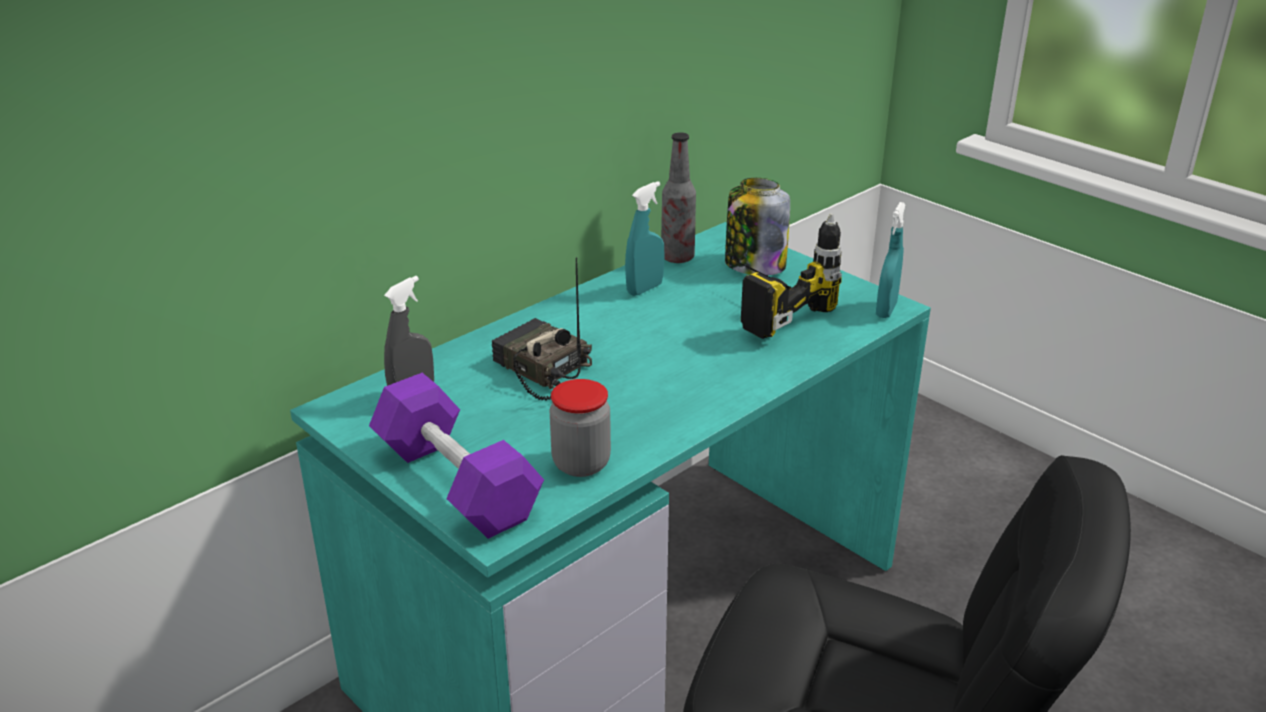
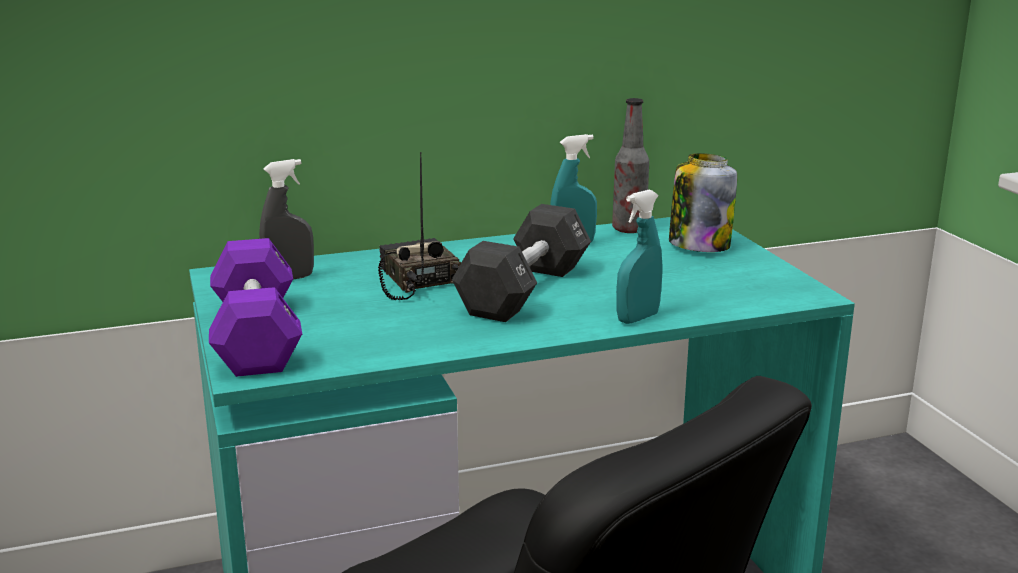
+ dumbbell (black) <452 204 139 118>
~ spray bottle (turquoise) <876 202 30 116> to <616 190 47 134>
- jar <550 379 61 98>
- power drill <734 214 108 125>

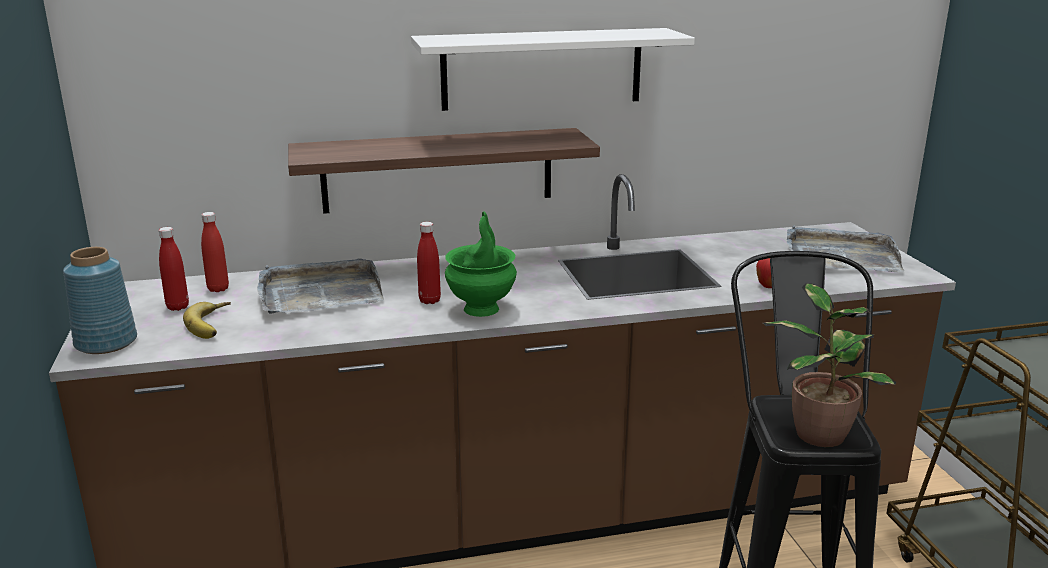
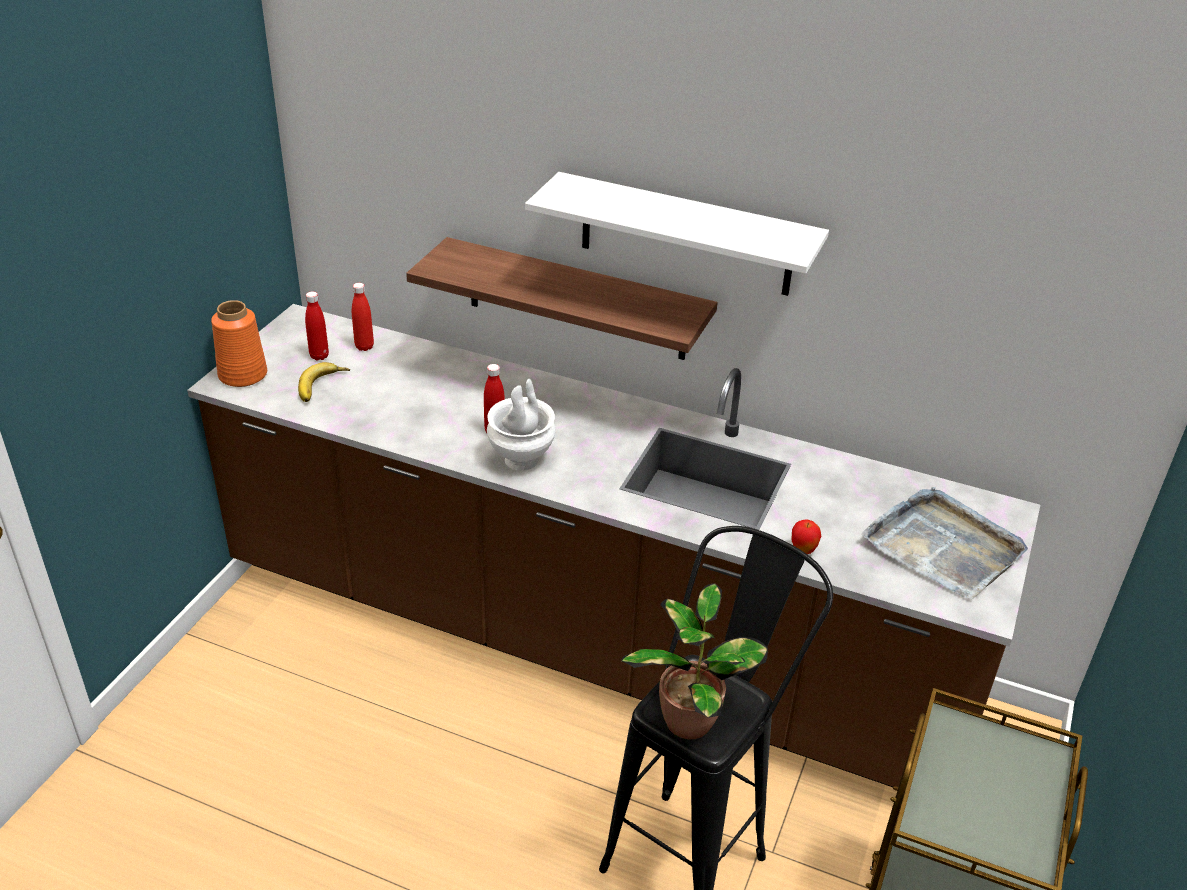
~ vase (blue) <63 247 74 107> to vase (orange) <211 300 56 87>
~ vase (green) <445 211 72 106> to vase (white) <487 379 69 92>
- tray (grey) <257 258 127 56>

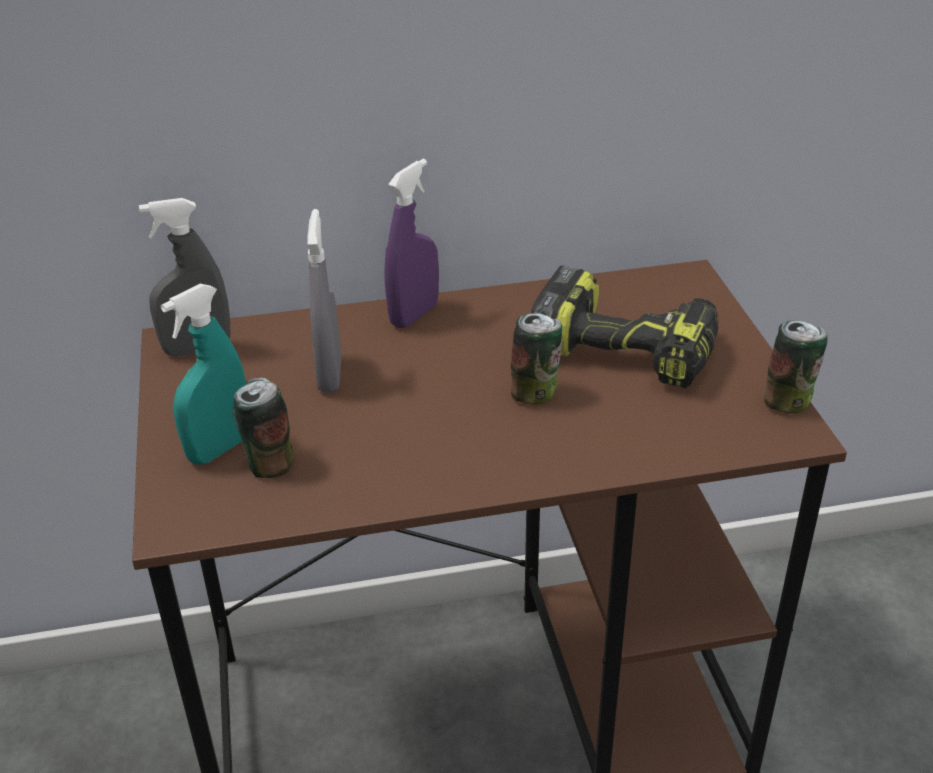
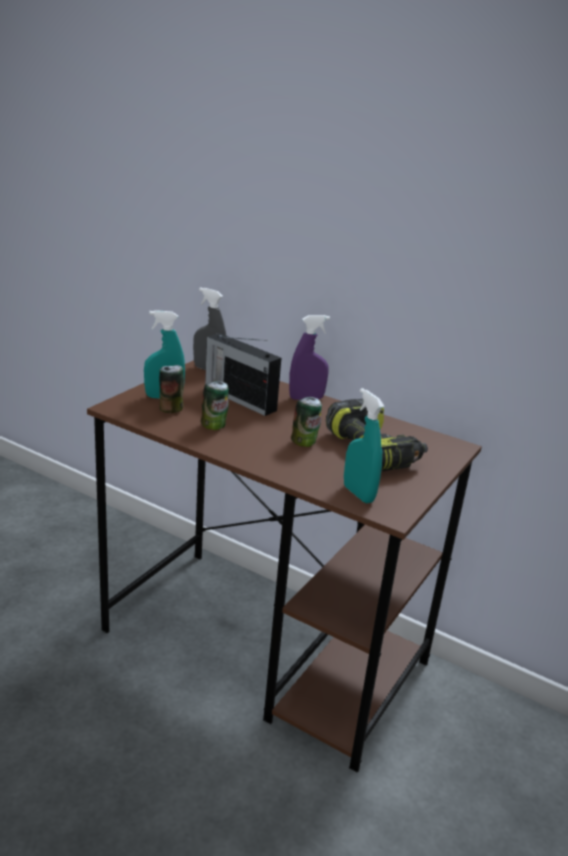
~ can <764 320 64 94> to <201 381 28 49>
~ spray bottle (grey) <307 209 34 184> to radio <205 333 76 83>
+ spray bottle (turquoise) <344 388 40 115>

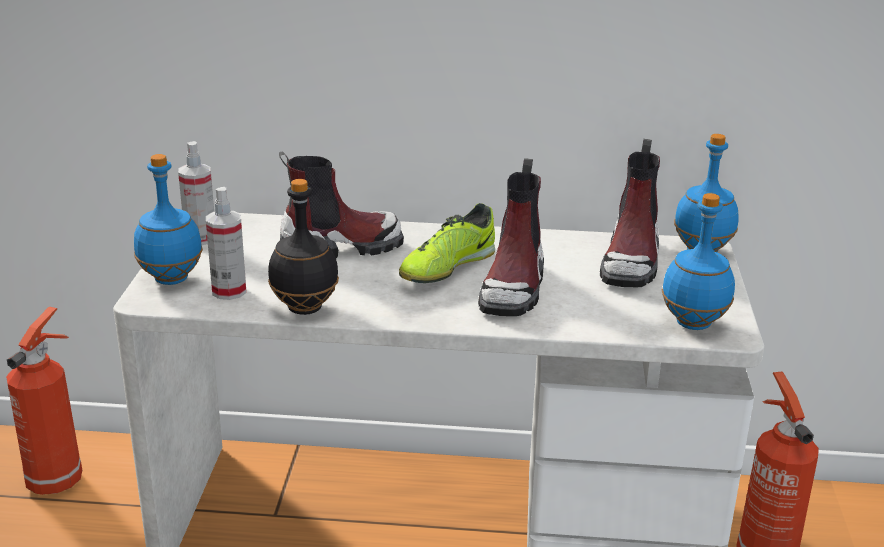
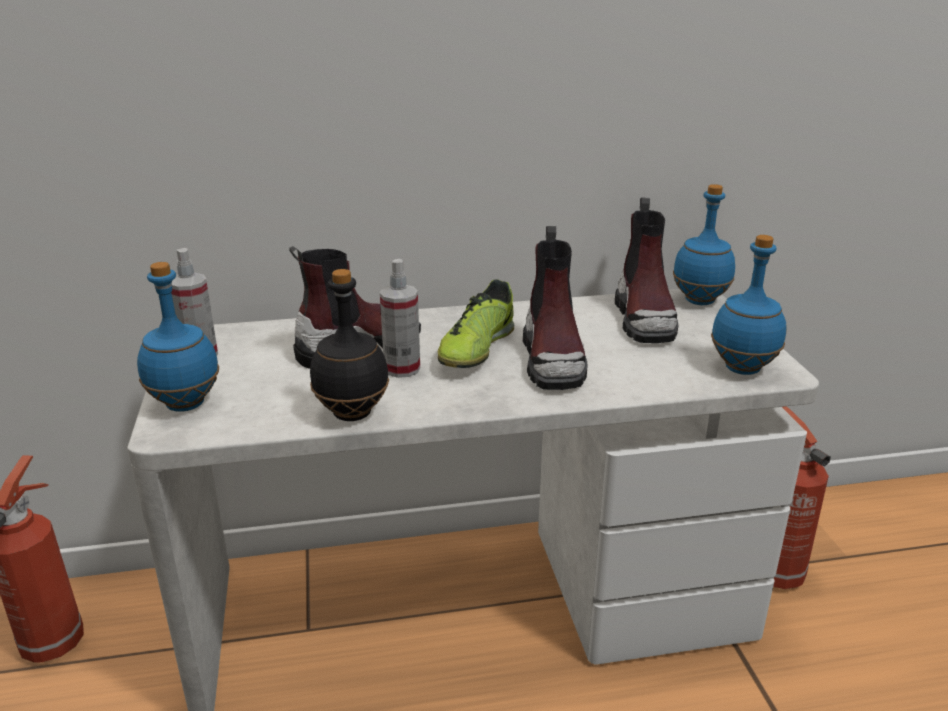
~ spray bottle <206 187 40 113> to <380 259 40 119>

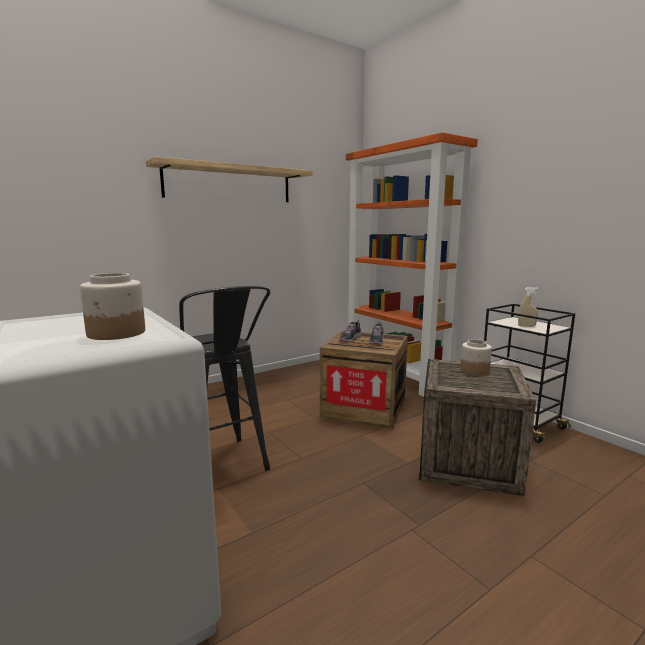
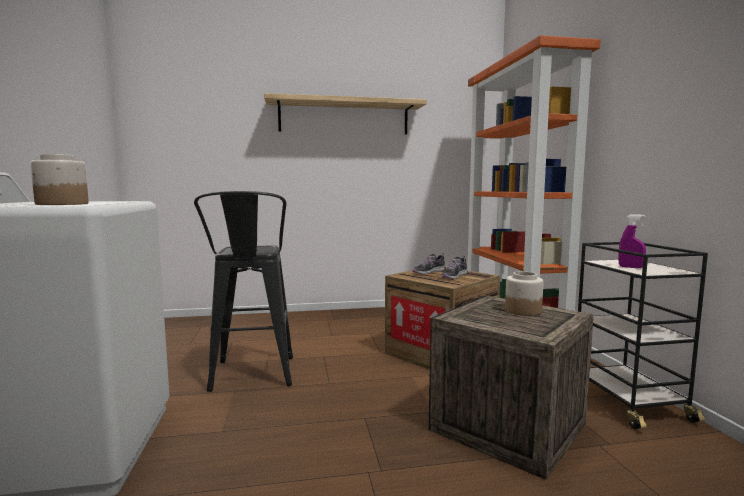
~ spray bottle (beige) <518 287 20 40> to spray bottle (purple) <618 214 28 54>

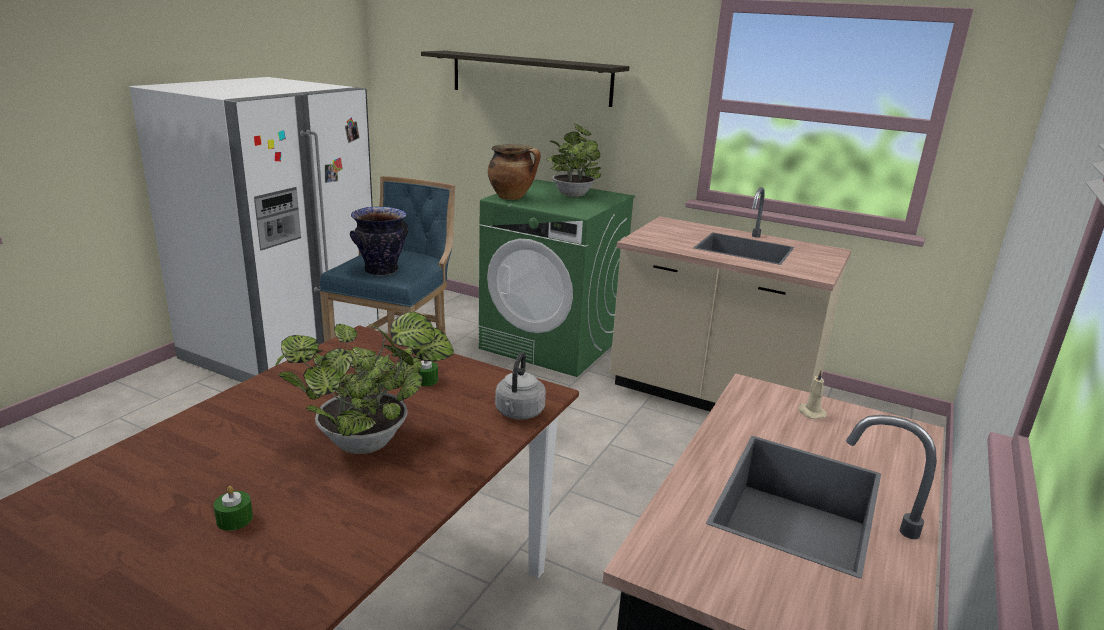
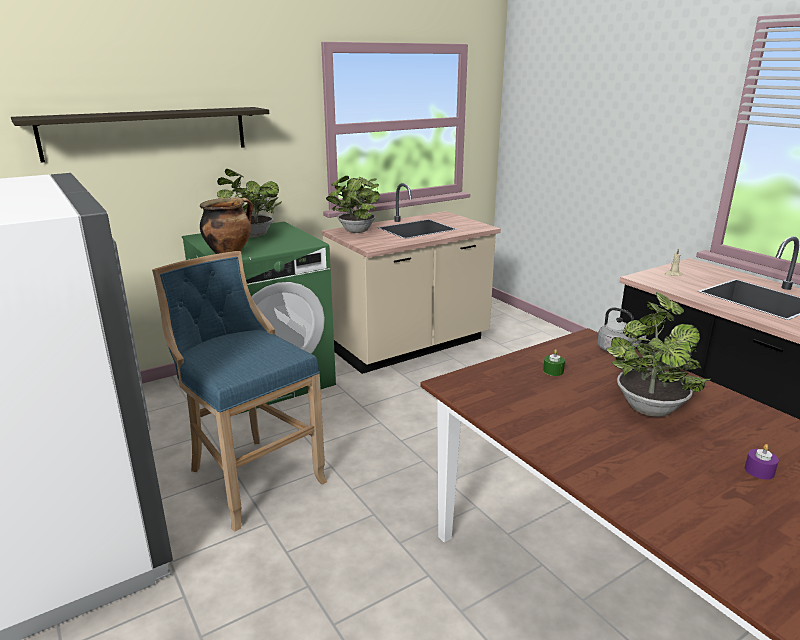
+ potted plant <326 176 54 57>
~ candle (green) <213 486 40 45> to candle (purple) <745 444 34 36>
- vase <350 207 58 69>

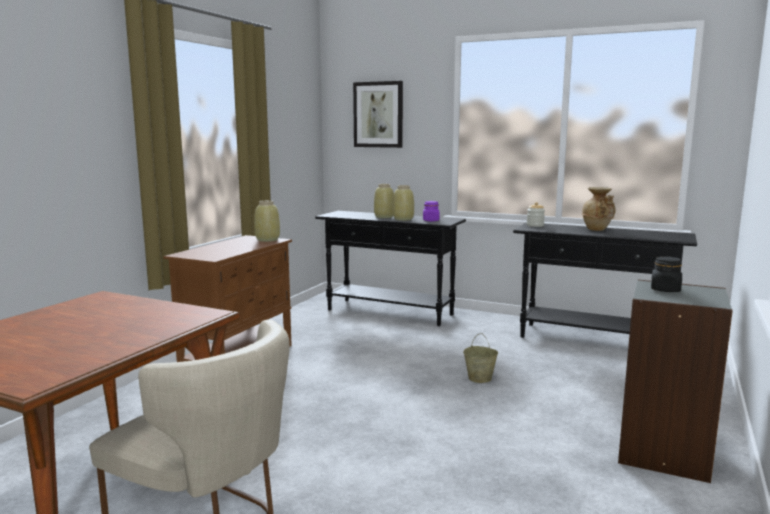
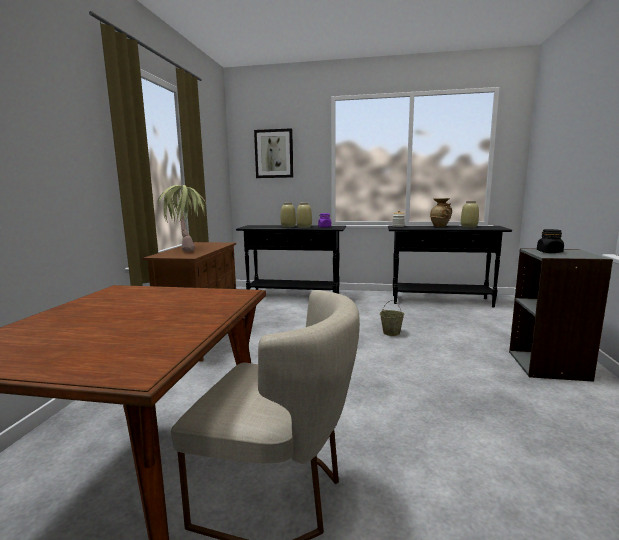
+ potted plant <157 185 49 66>
~ vase (beige) <254 200 26 42> to <461 201 18 27>

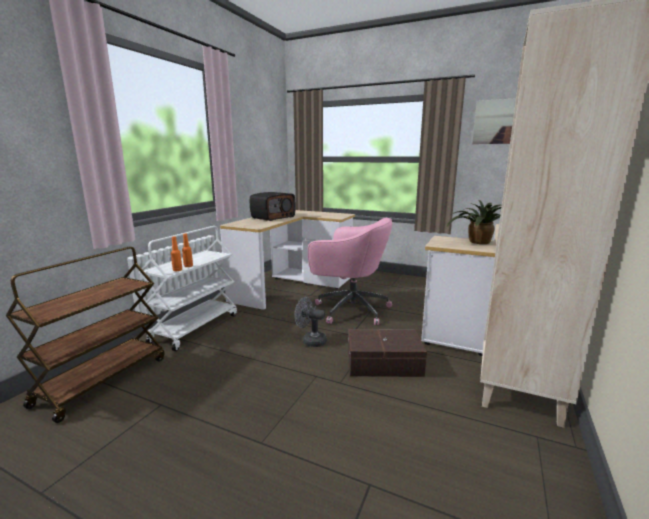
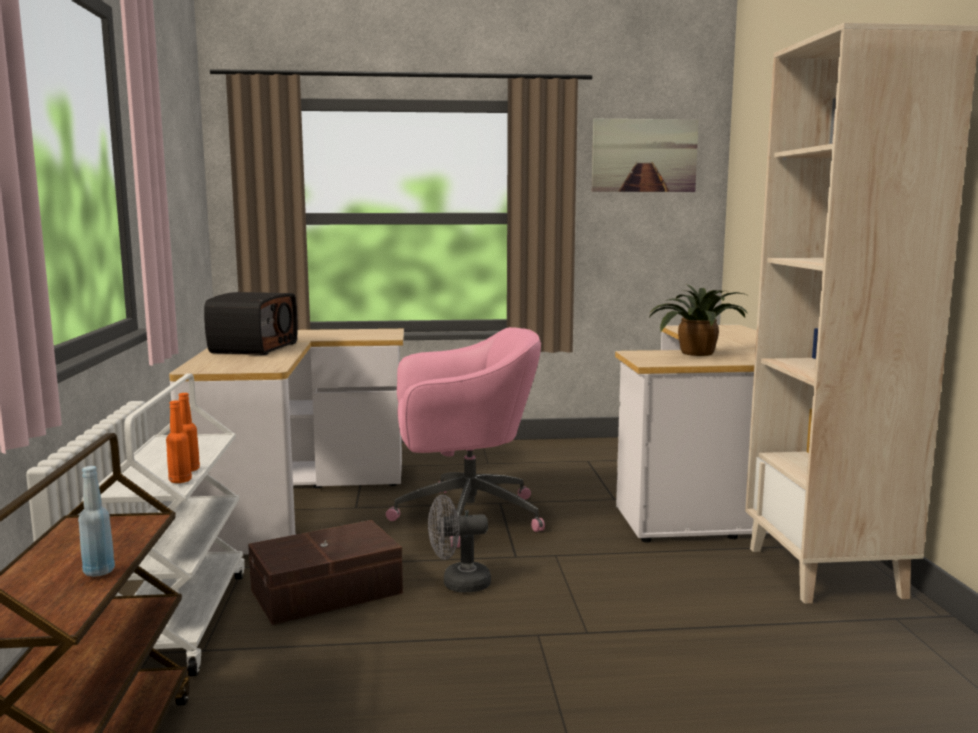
+ bottle (blue) <78 466 37 111>
~ storage box (brown) <348 329 79 48> to <248 520 155 105>

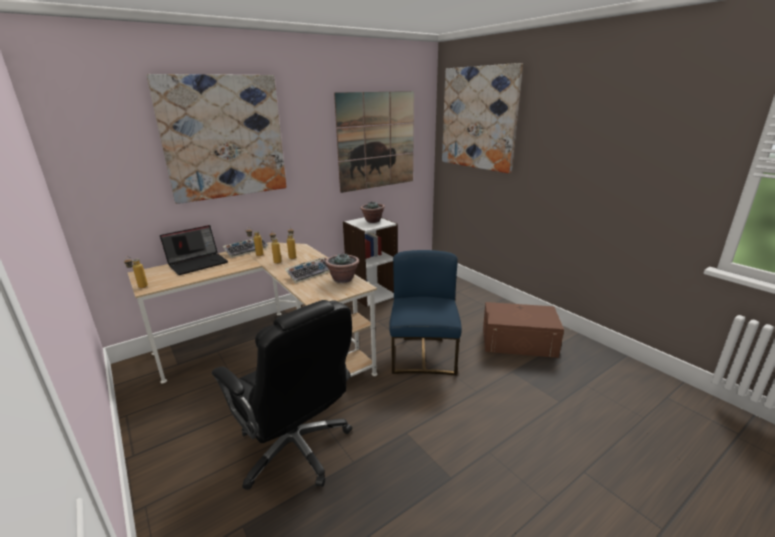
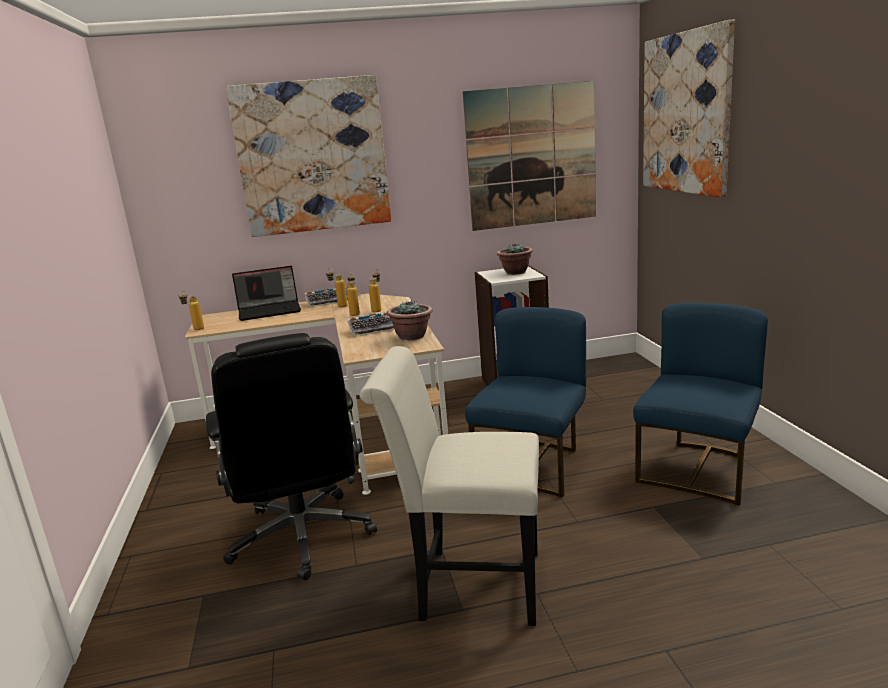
+ chair (white) <359 346 180 280>
~ storage box (brown) <483 302 81 56> to chair (blue) <633 303 135 202>

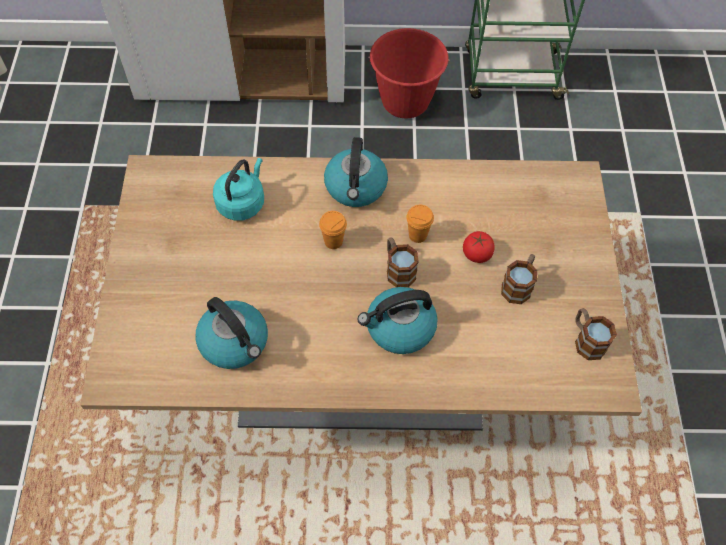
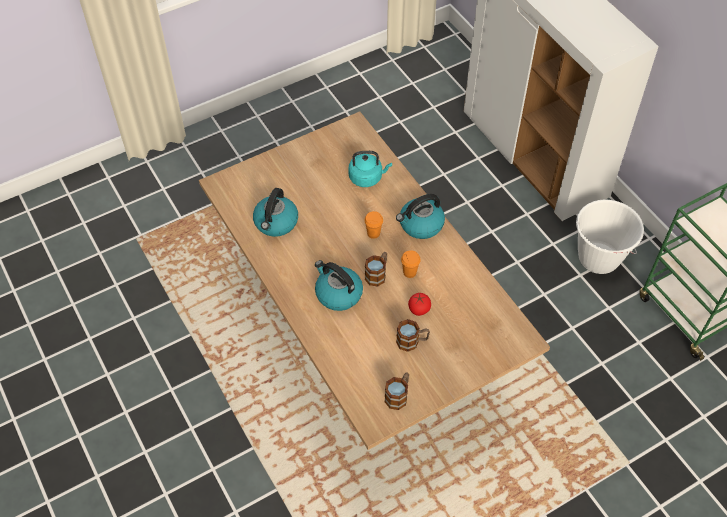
~ bucket (red) <368 28 82 90> to bucket (white) <576 200 68 74>

